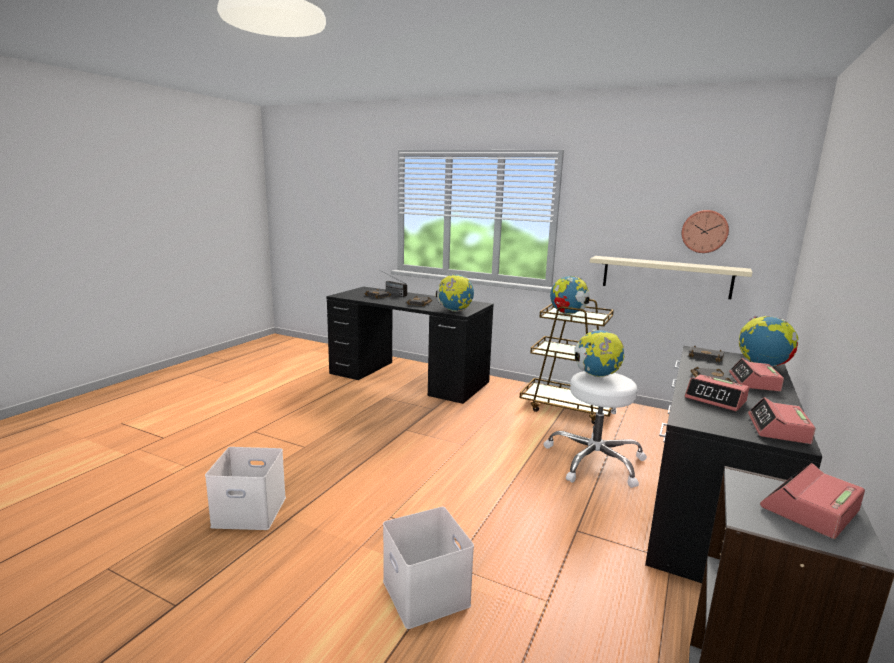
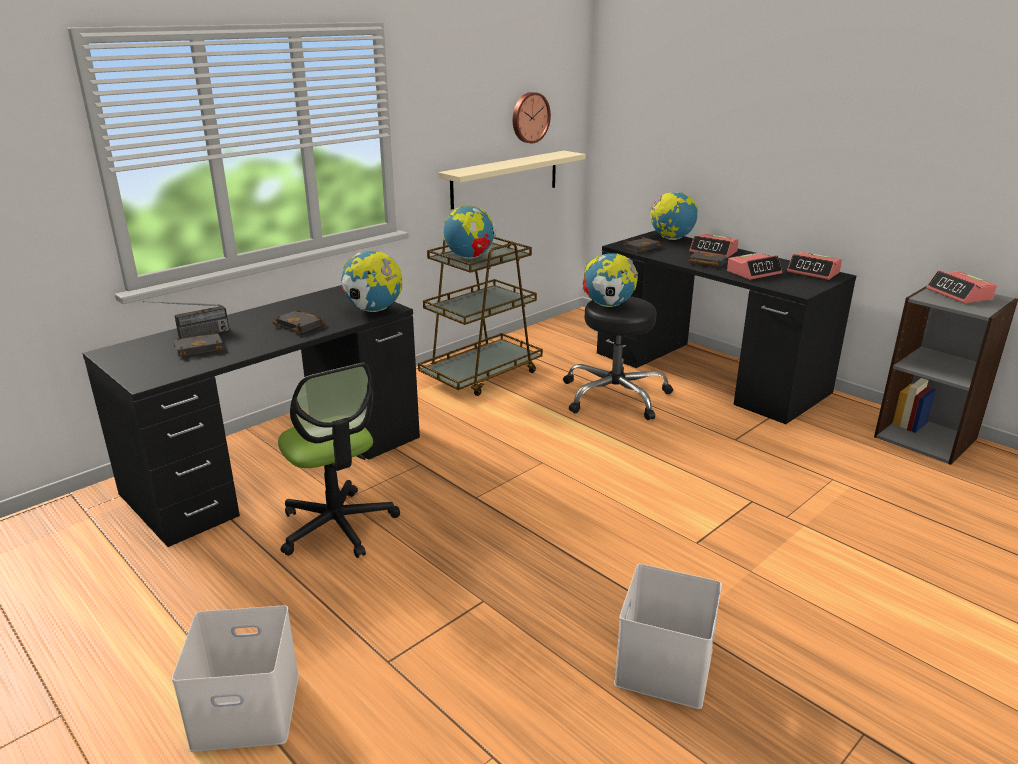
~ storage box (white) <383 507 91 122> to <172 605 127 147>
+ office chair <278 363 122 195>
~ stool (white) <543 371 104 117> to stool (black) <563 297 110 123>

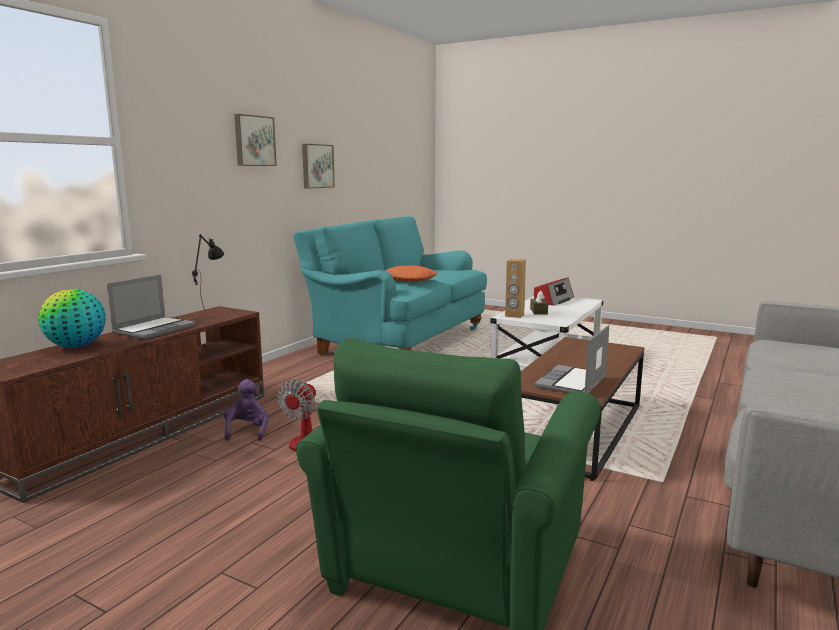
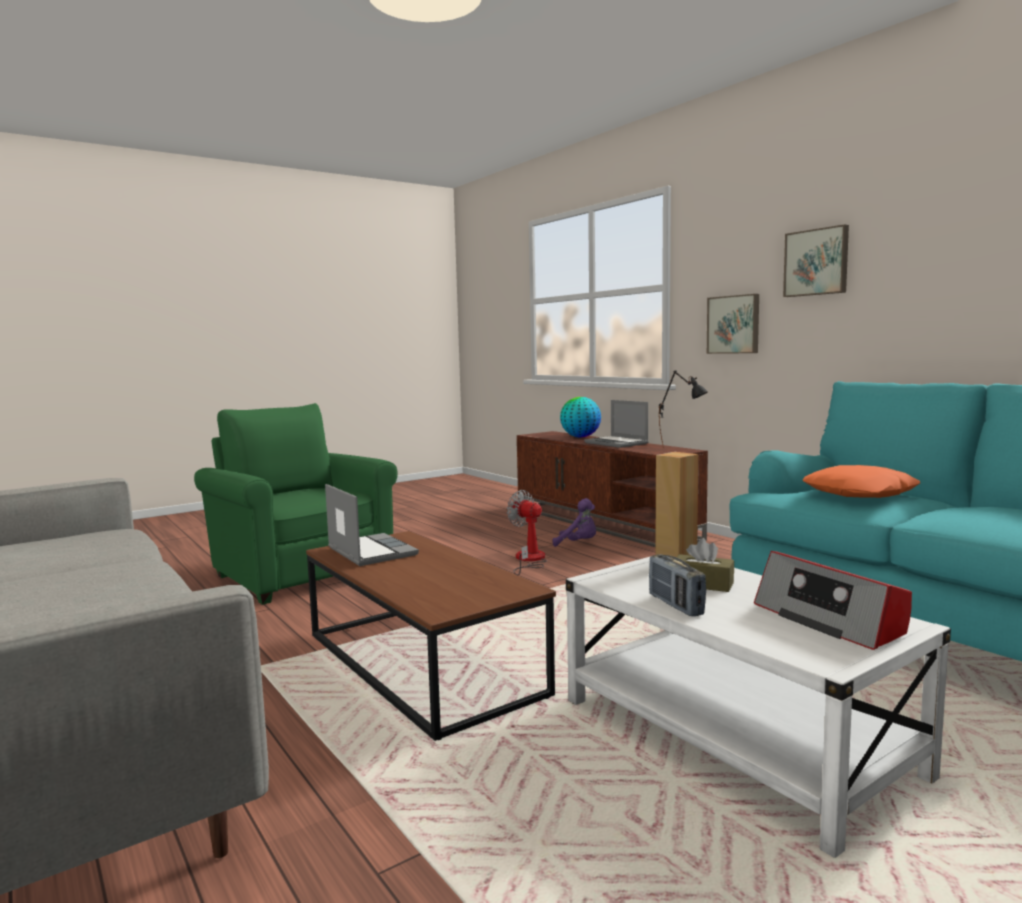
+ radio <649 554 57 62>
~ picture <302 144 33 44> to <707 294 52 60>

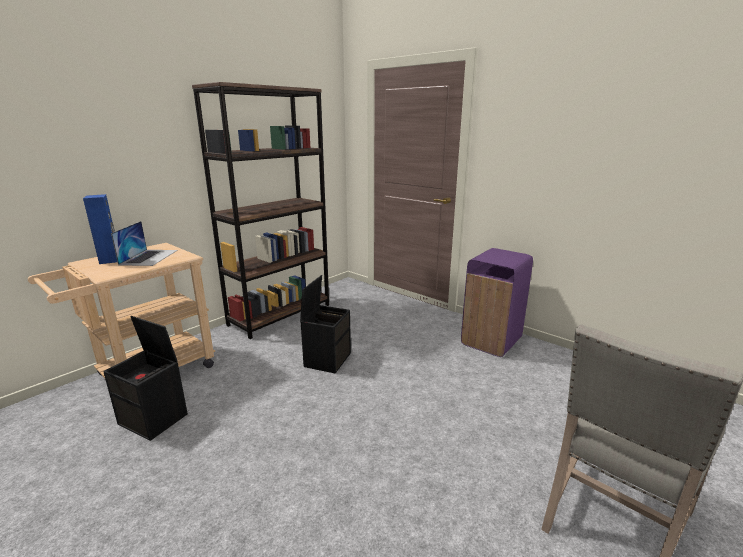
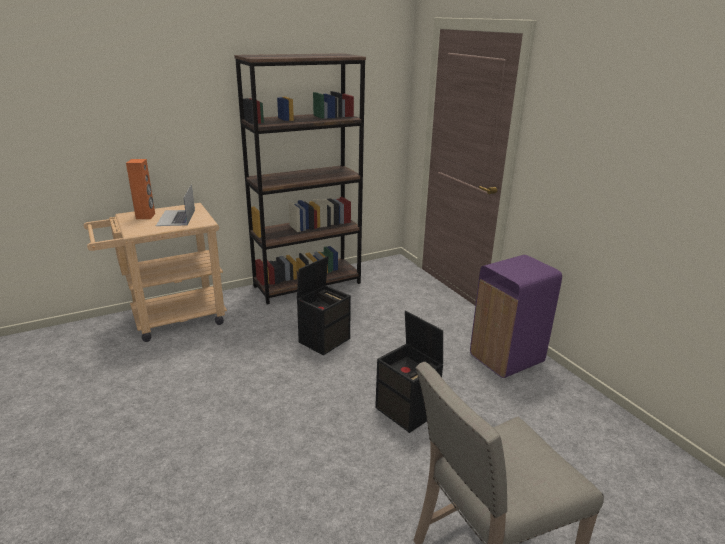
~ speaker (blue) <83 194 34 70> to speaker (orange) <126 159 29 60>
~ laptop <111 221 67 45> = <156 184 39 42> 150 degrees clockwise
~ storage box (black) <103 316 85 125> to <375 310 68 123>

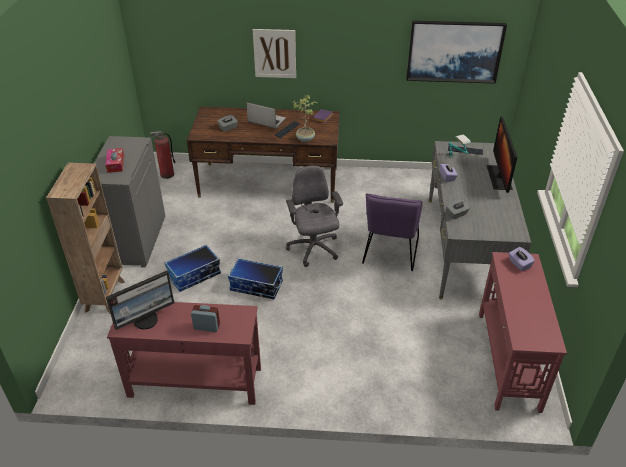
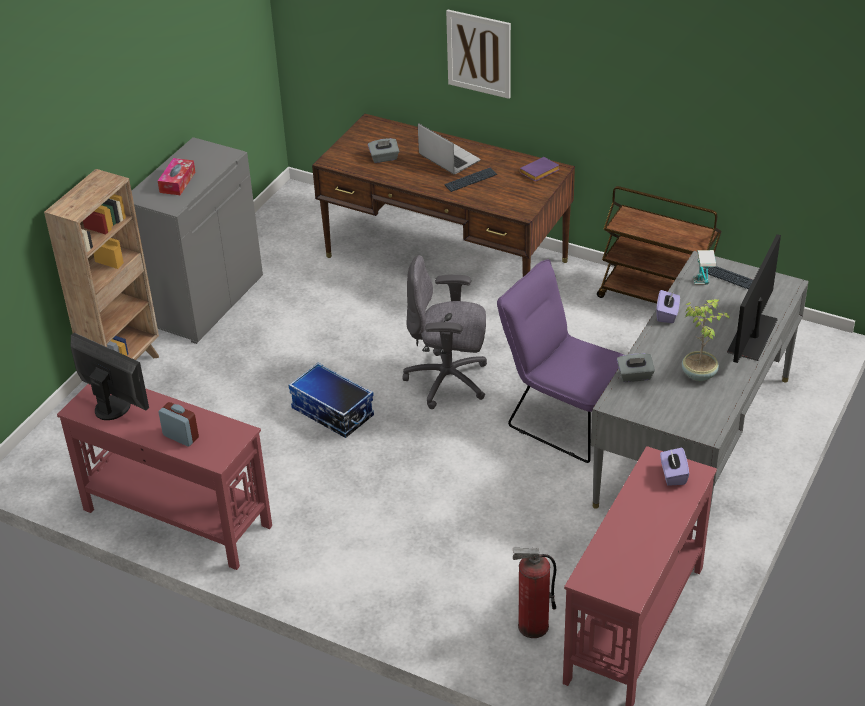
~ monitor <106 271 68 59> = <71 333 78 87> 135 degrees counterclockwise
~ office chair (grey) <286 166 57 101> = <402 255 85 154> 90 degrees counterclockwise
~ chair (purple) <362 193 61 78> = <497 260 127 203> 90 degrees clockwise
~ fire extinguisher <150 131 26 48> to <513 548 43 90>
+ cart (brown) <597 186 125 118>
~ potted plant <292 95 25 47> to <682 299 49 82>
- storage box <165 244 56 48>
- picture <406 20 101 63>

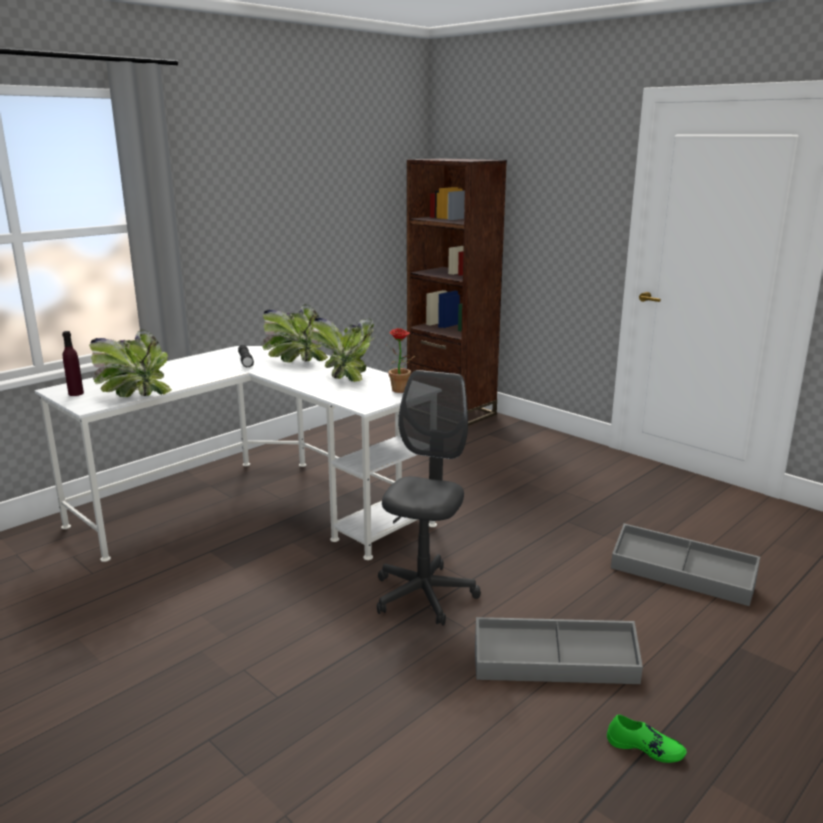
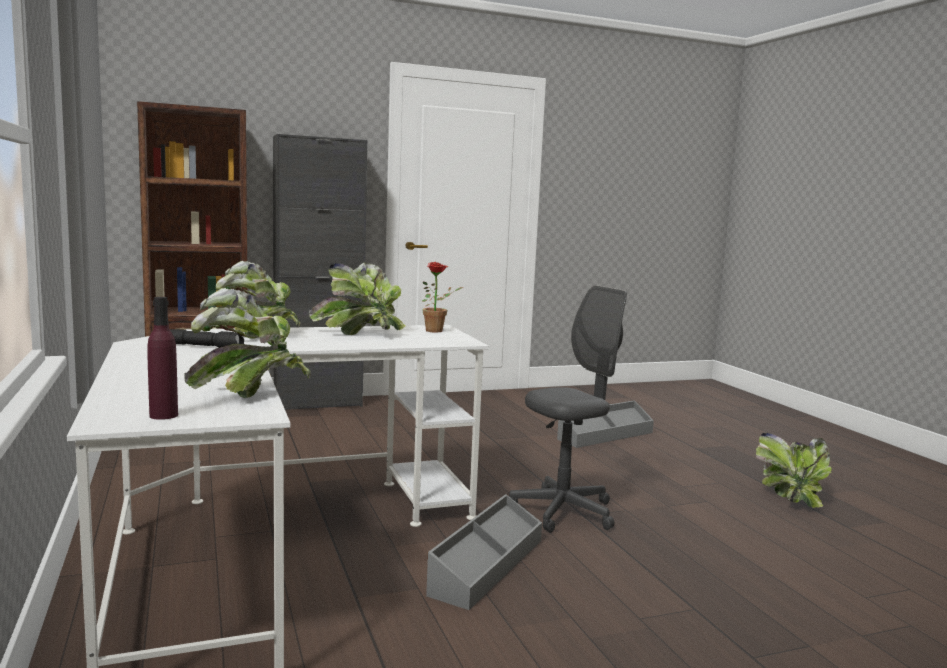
+ cabinet (black) <273 134 94 276>
~ storage box (grey) <475 617 168 67> to <426 494 116 116>
~ office chair (grey) <377 370 104 256> = <509 286 118 247> 105 degrees clockwise
~ shoe (green) <607 715 80 48> to potted plant <756 433 76 75>

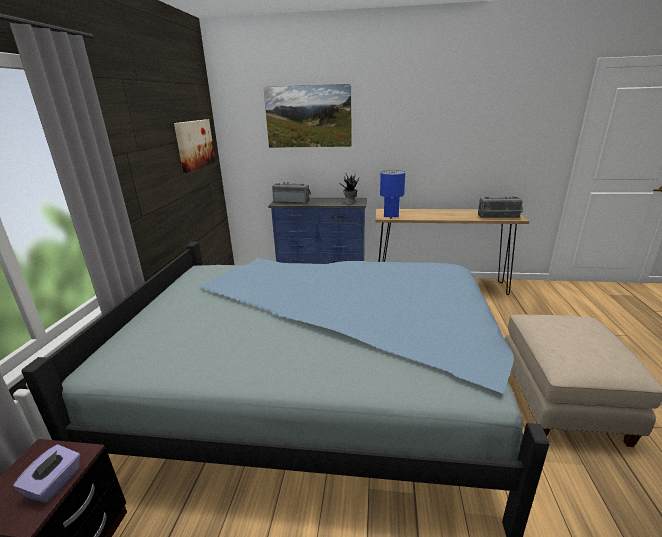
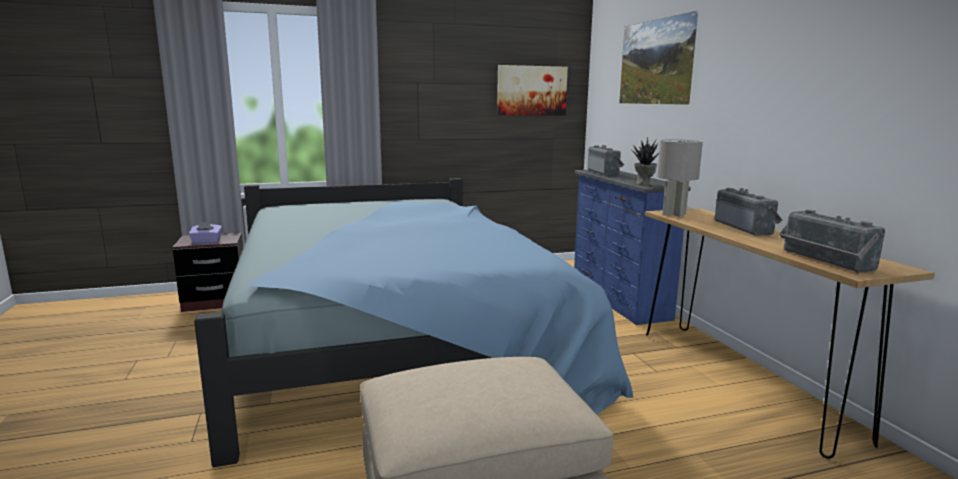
~ table lamp (blue) <380 170 25 49> to table lamp (grey) <657 139 46 78>
+ radio <715 188 67 48>

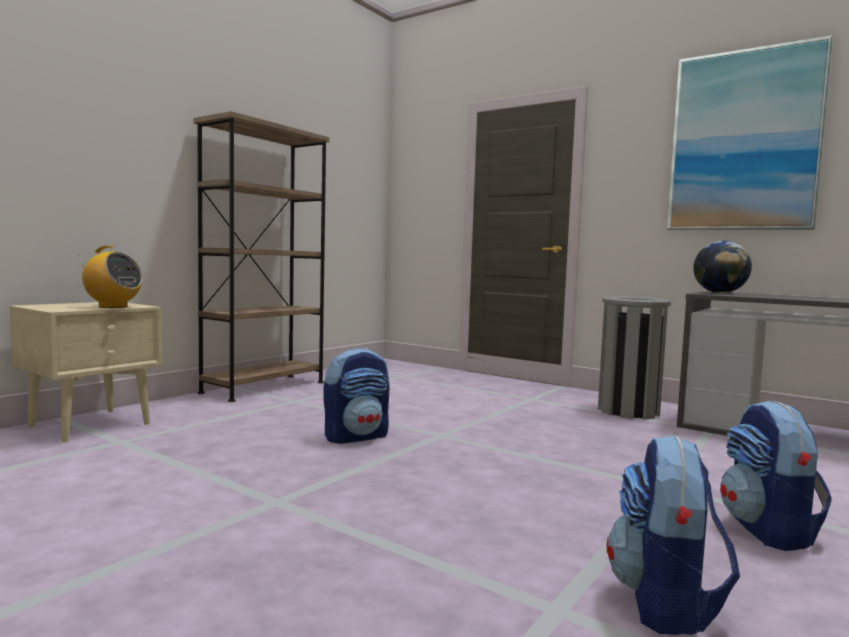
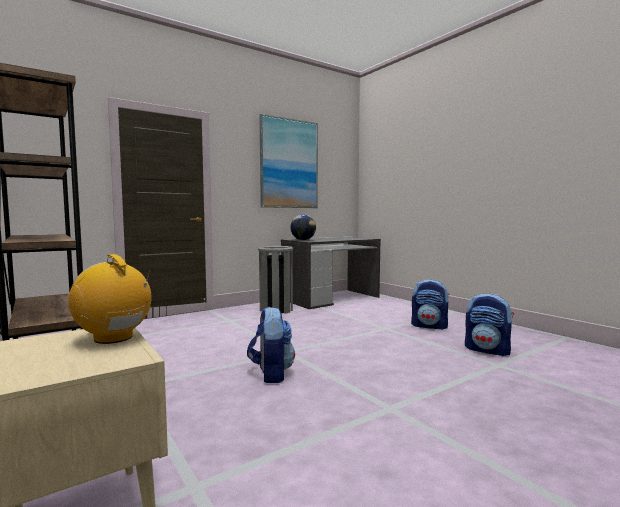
~ radio <79 246 64 62> = <68 254 84 90> 90 degrees counterclockwise

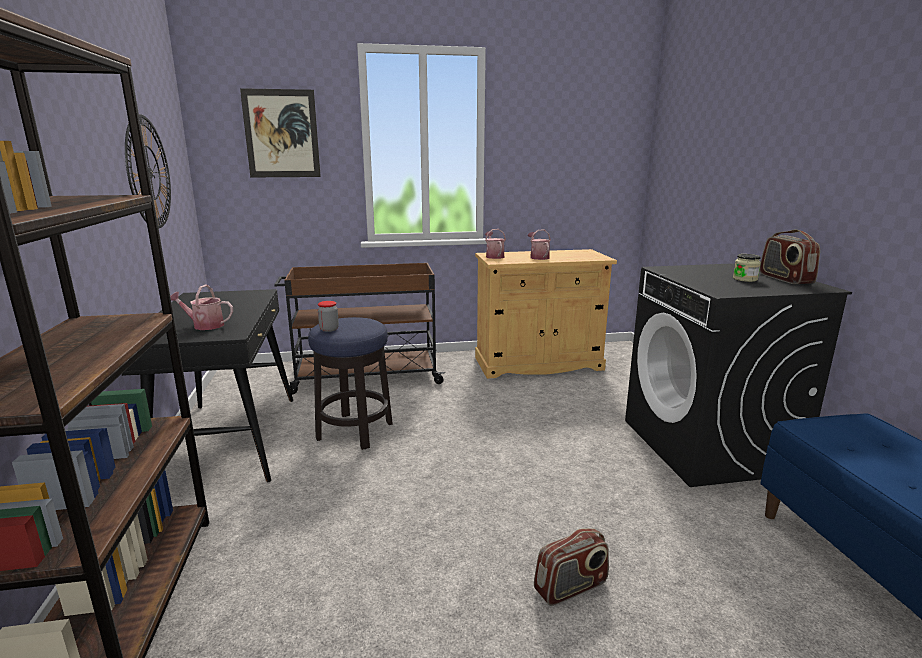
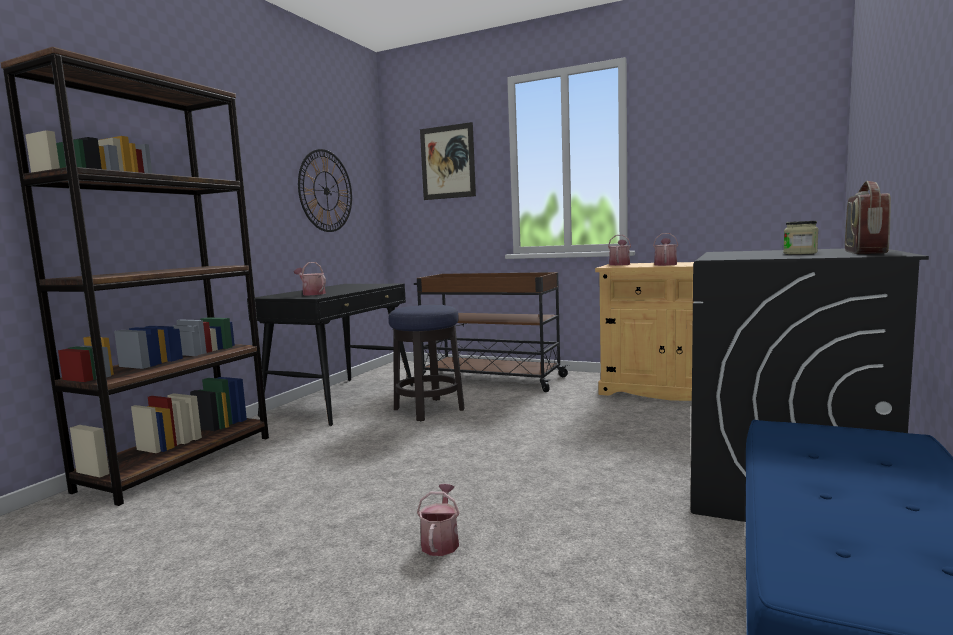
~ radio <534 528 75 78> to watering can <417 484 43 72>
- jar <318 301 21 31>

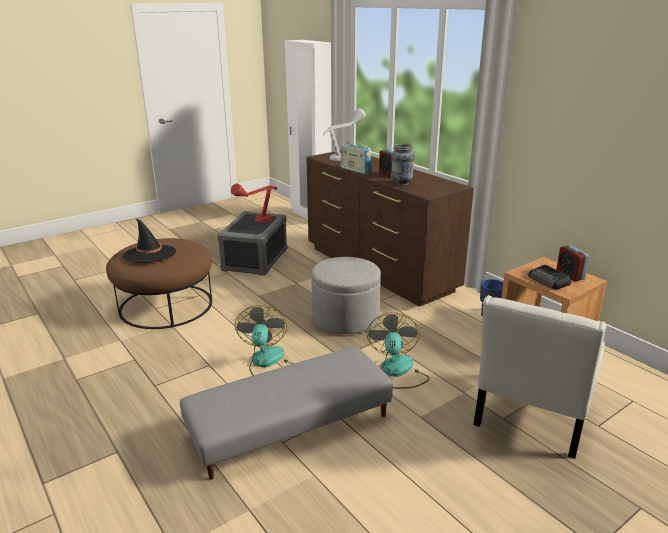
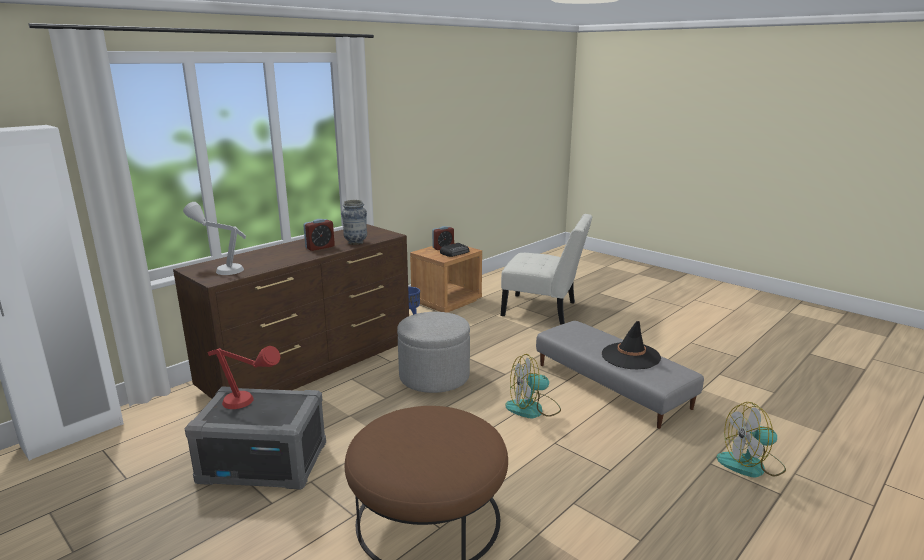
~ hat (black) <123 218 53 45> to <602 321 59 48>
~ fan <366 312 63 77> to <716 402 70 76>
- radio <340 140 32 34>

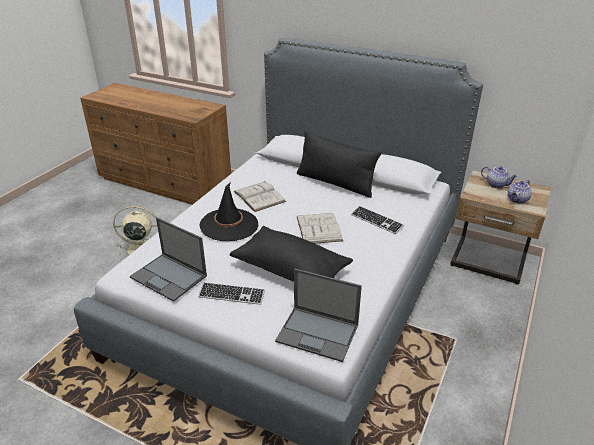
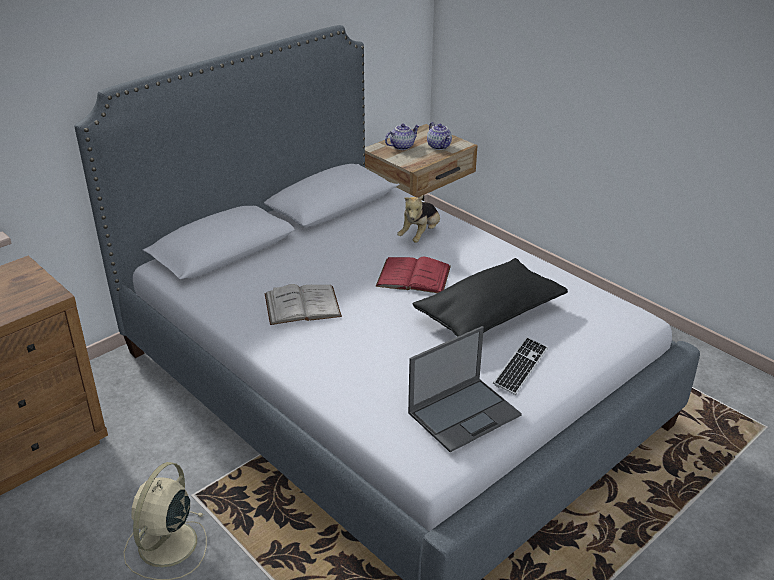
~ book (white) <296 213 47 31> to book (red) <376 257 75 36>
~ keyboard <351 206 53 28> to plush toy <397 195 43 48>
- hat (black) <199 182 59 59>
- laptop <275 269 87 93>
- pillow (black) <297 131 85 67>

